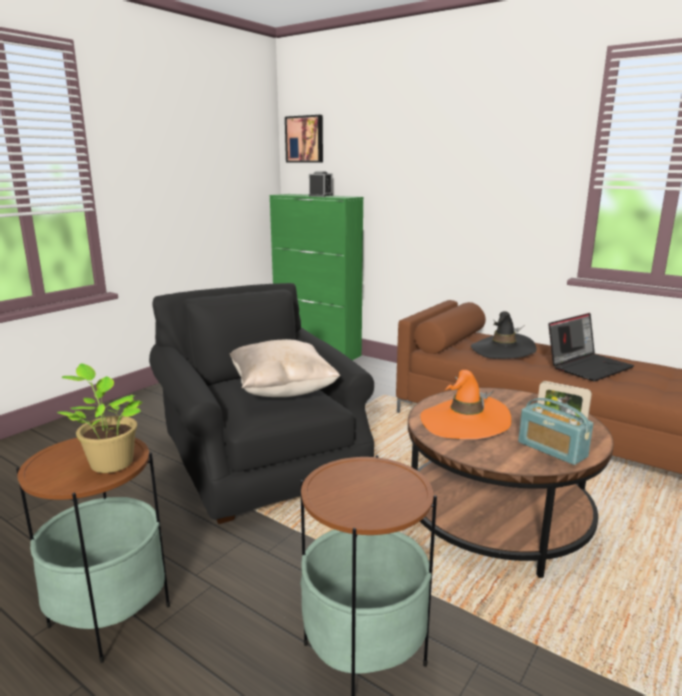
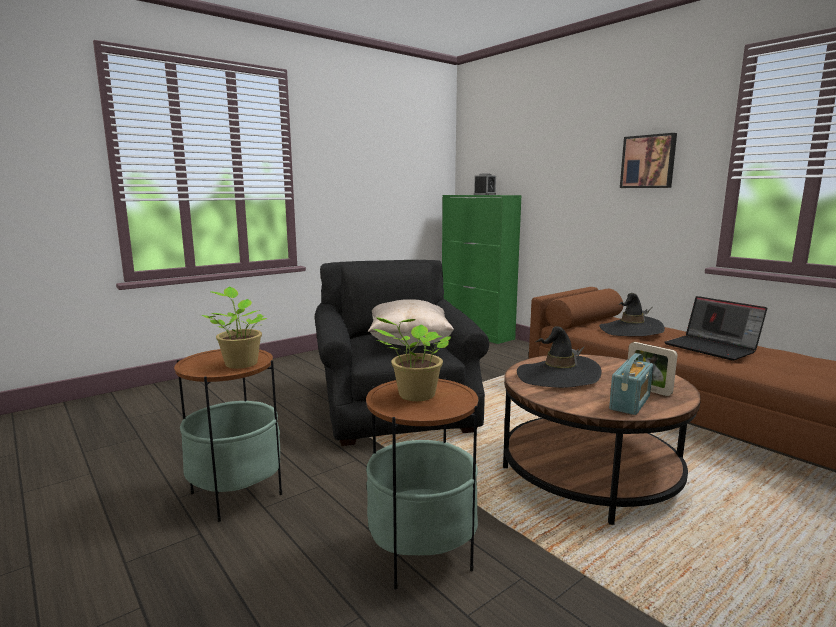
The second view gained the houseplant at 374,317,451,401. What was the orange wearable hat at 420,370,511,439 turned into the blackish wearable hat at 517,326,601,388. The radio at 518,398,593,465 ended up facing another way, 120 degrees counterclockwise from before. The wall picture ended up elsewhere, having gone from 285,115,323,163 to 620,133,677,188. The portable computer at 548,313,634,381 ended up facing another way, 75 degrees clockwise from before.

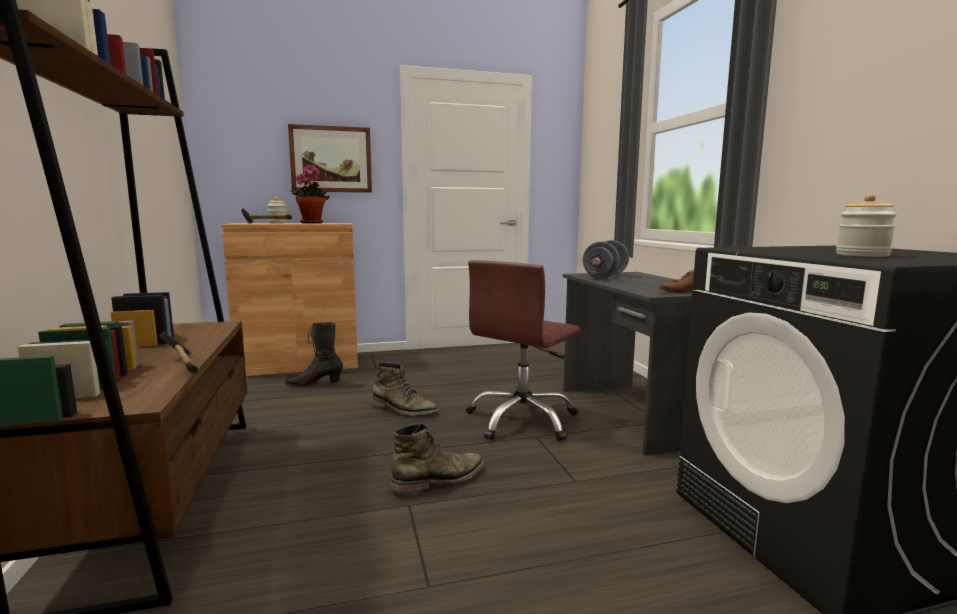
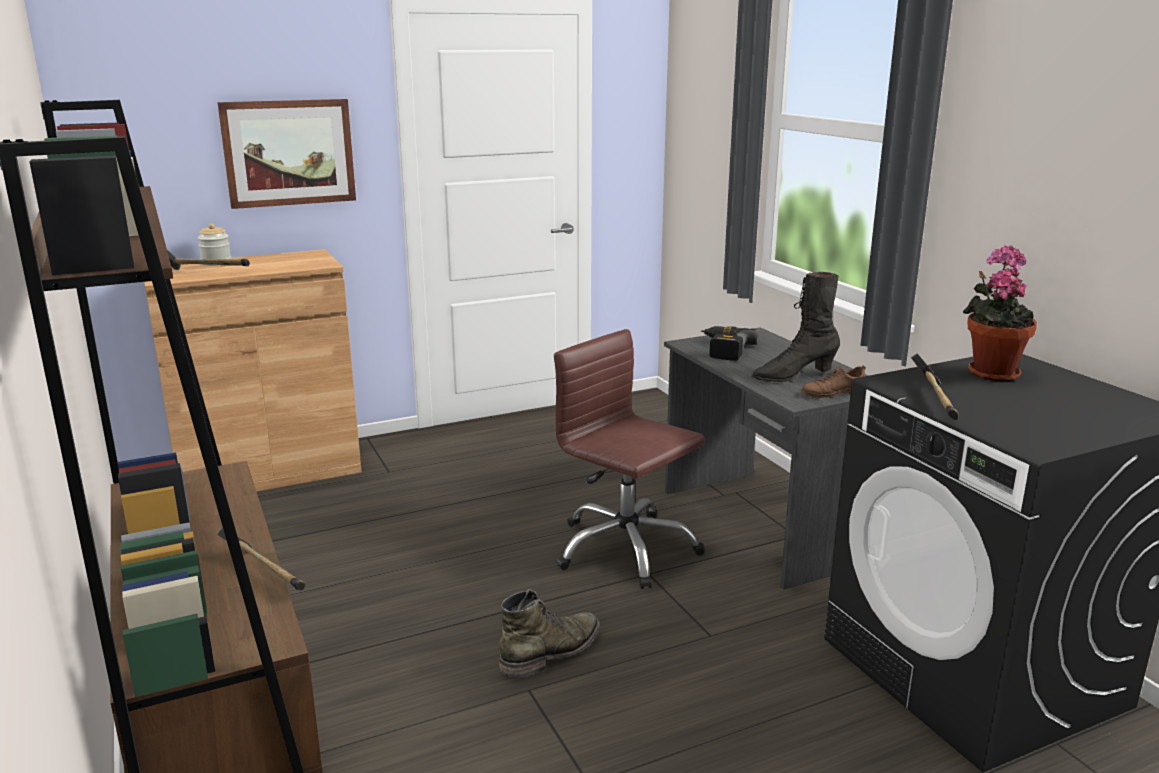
The brown computer chair at 466,260,580,441 ended up facing another way, 105 degrees clockwise from before. Where the greyish hand weight stood at 583,240,629,279, the power drill came to stand at 701,326,760,361. The blackish high-top boot ended up elsewhere, having gone from 285,322,343,387 to 751,272,840,382. The second view gained the hand hammer at 911,353,959,420. The houseplant ended up elsewhere, having gone from 291,164,330,223 to 963,245,1037,381. The second view lost the green-coloured high-top boot at 371,363,438,415. The second view lost the preserve jar at 836,193,897,257.

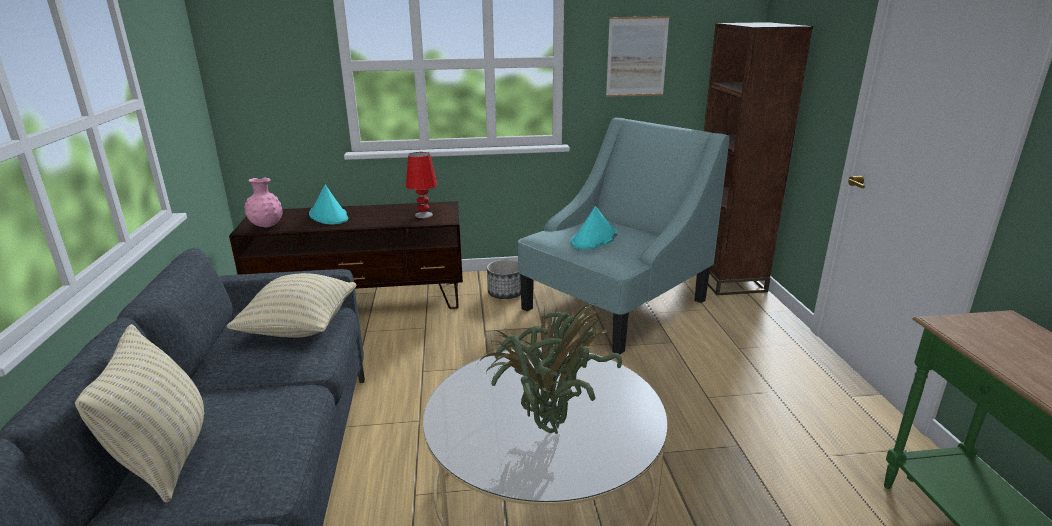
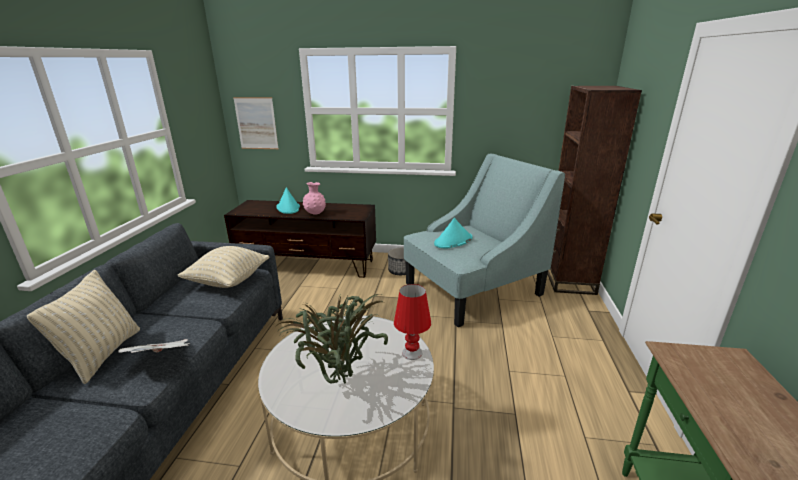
The second view gained the newspaper at 118,339,190,353. The wall picture ended up elsewhere, having gone from 606,16,670,97 to 233,97,279,149. The pink-coloured decorative vase ended up elsewhere, having gone from 244,177,283,227 to 303,182,326,215. The red-coloured table lamp ended up elsewhere, having gone from 406,152,437,218 to 394,284,431,360.

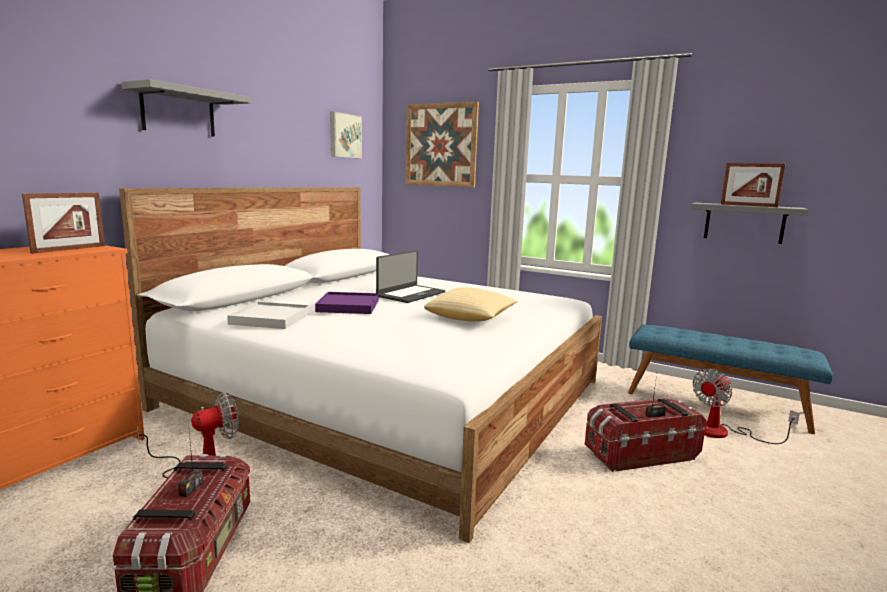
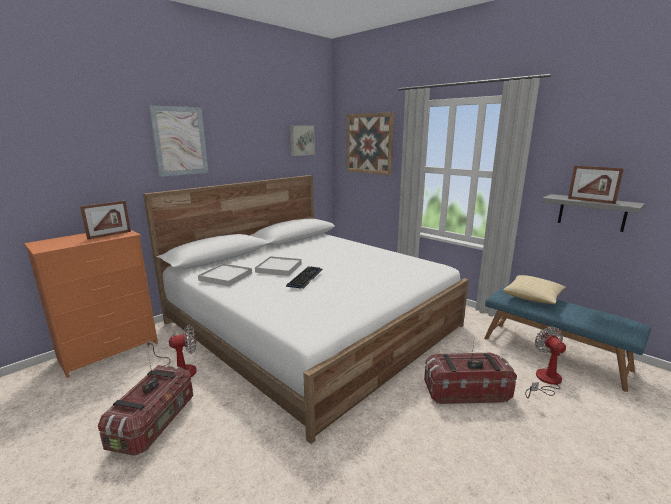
Where the greyish bracket shelf hung at 121,79,251,137, the wall picture came to hang at 149,105,209,177. What was the purplish serving tray at 315,292,379,314 turned into the white serving tray at 255,256,302,276. The second view gained the keyboard at 286,266,323,289. The pillow ended up elsewhere, having gone from 424,287,518,322 to 503,275,566,304. The cooling fan at 693,368,800,444 ended up facing another way, 105 degrees clockwise from before. The second view lost the portable computer at 376,250,445,303.

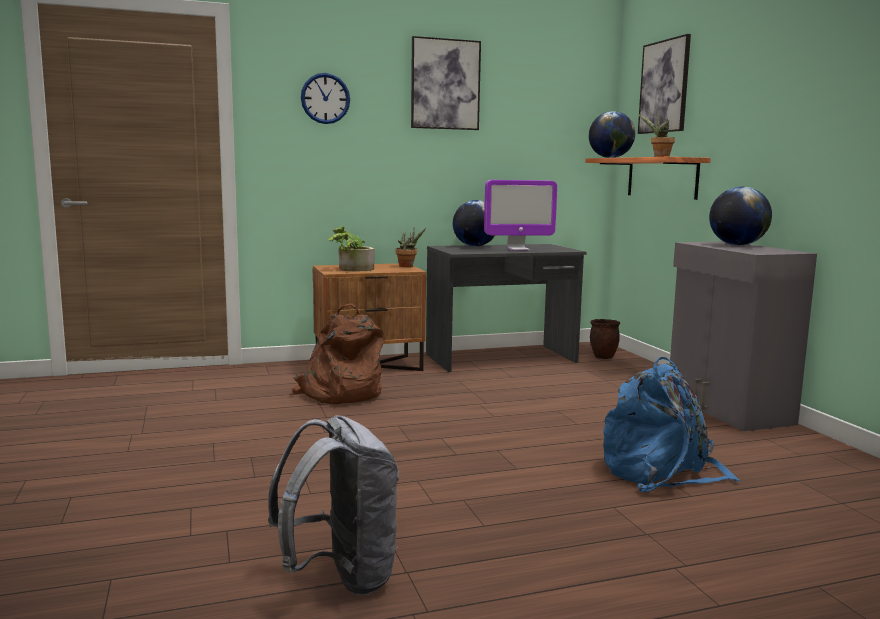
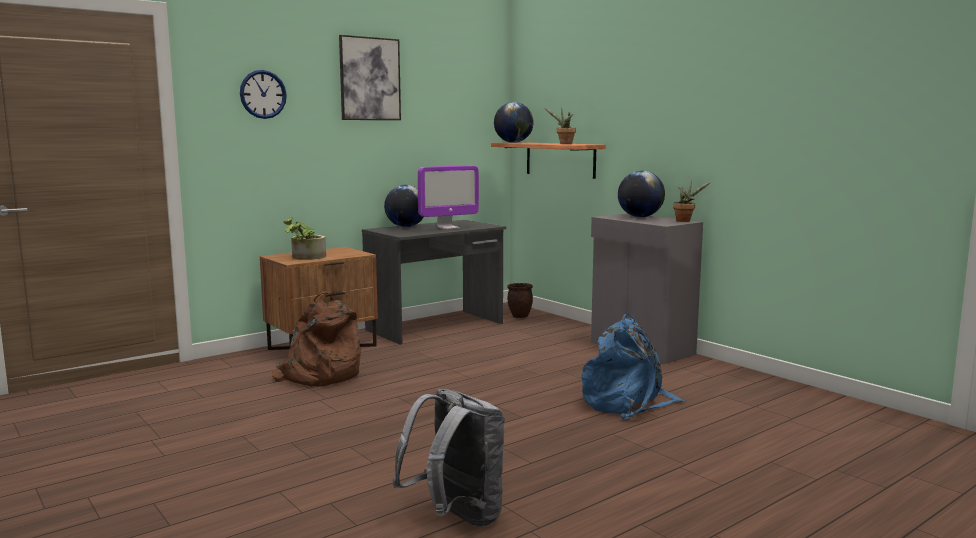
The houseplant ended up elsewhere, having gone from 396,226,426,267 to 673,180,711,222. The second view lost the wall picture at 638,34,691,134.

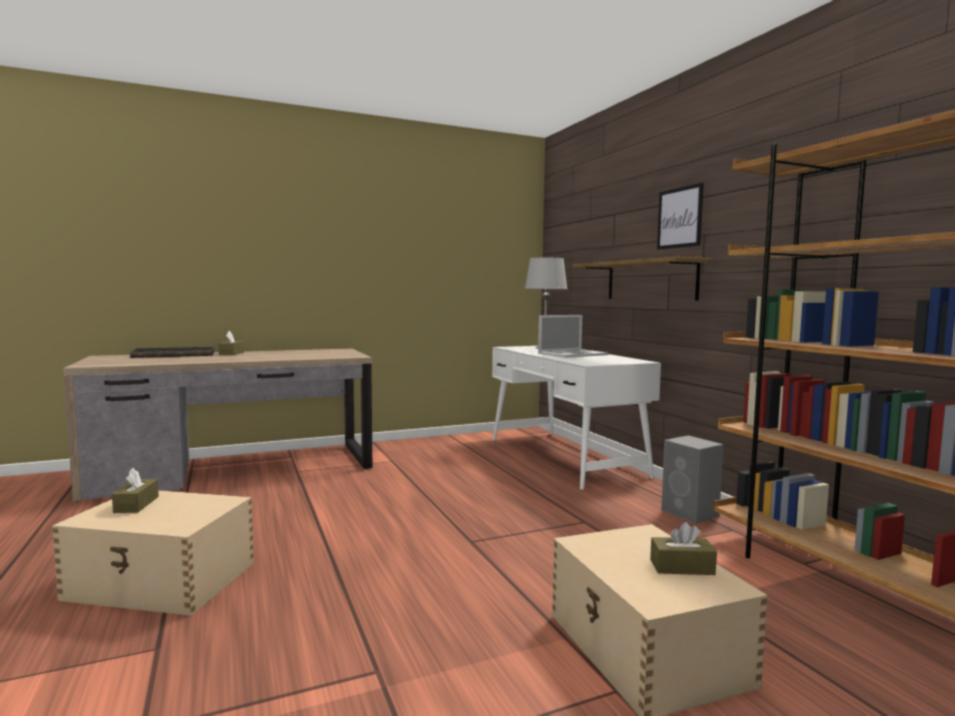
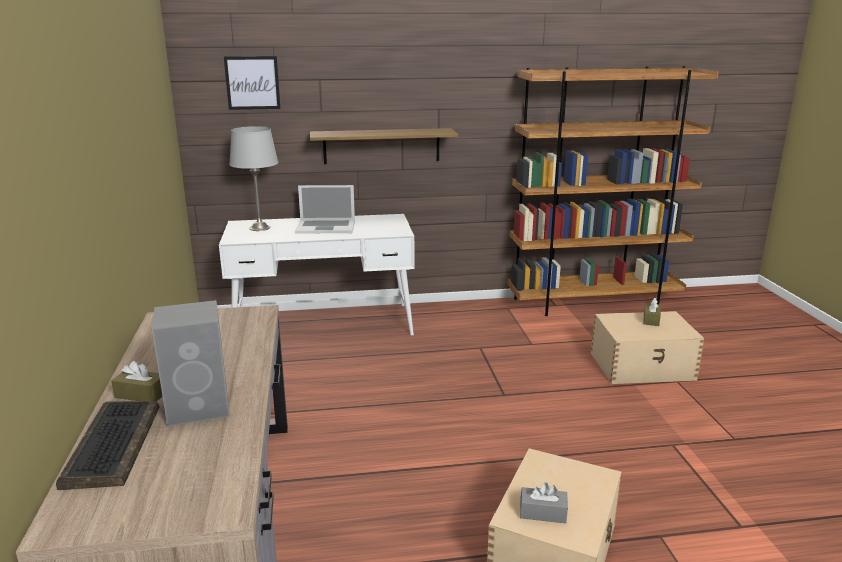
The greyish speaker ended up elsewhere, having gone from 661,436,724,524 to 152,300,230,426. The wall picture ended up elsewhere, having gone from 657,183,704,250 to 224,56,281,110. The portable computer at 538,315,608,358 ended up facing another way, 105 degrees clockwise from before. What was the brown box of tissues at 112,468,159,513 turned into the greyish box of tissues at 520,482,568,523.

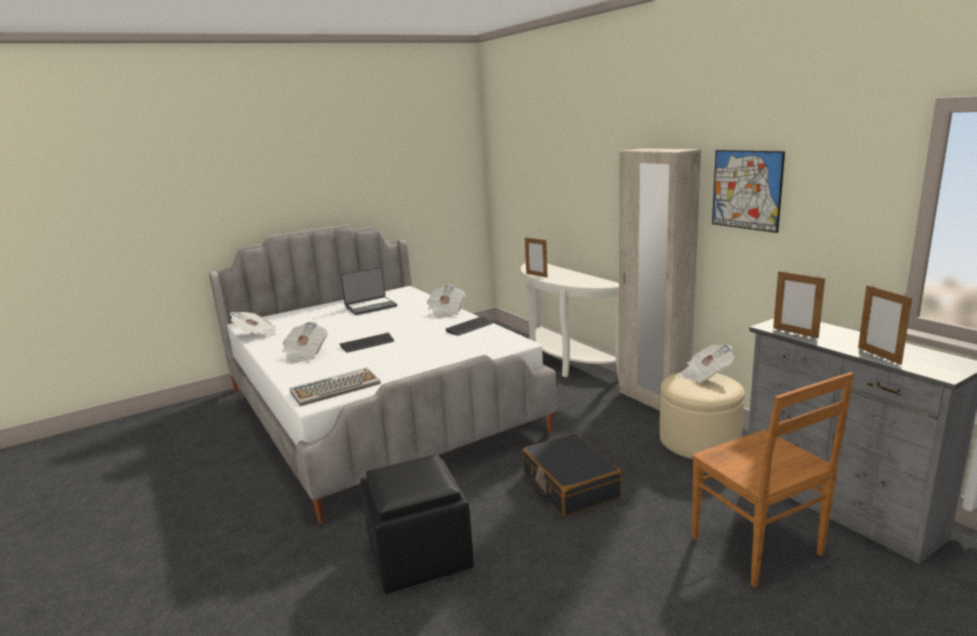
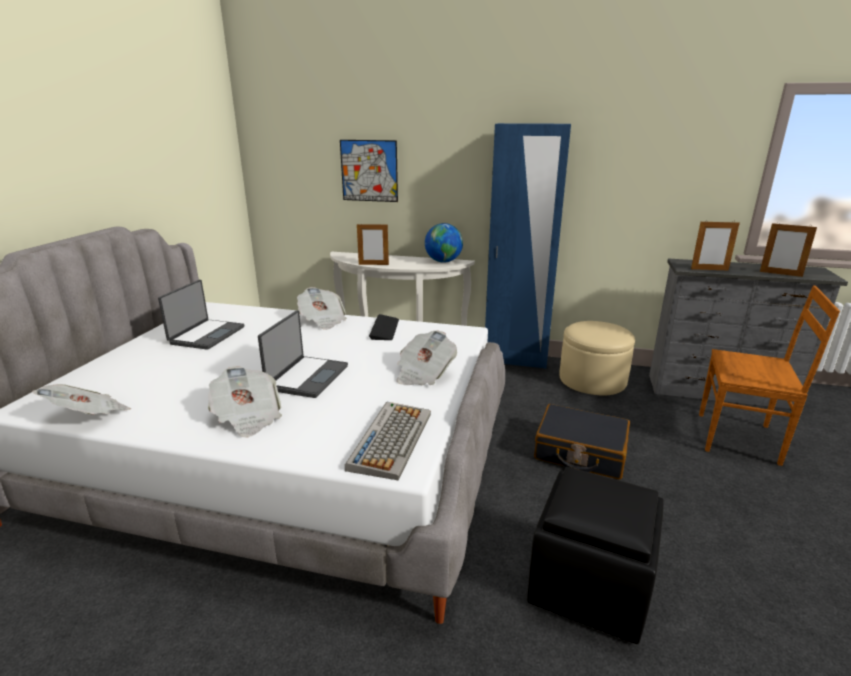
Where the keyboard stood at 340,333,394,353, the portable computer came to stand at 258,310,348,398. The wall picture ended up elsewhere, having gone from 712,150,785,233 to 340,140,398,202. The newspaper ended up elsewhere, having gone from 679,344,734,382 to 396,330,457,385. The second view gained the desk globe at 425,223,463,263. What was the beige clothes cupboard at 619,148,701,411 turned into the blue clothes cupboard at 485,123,571,369.

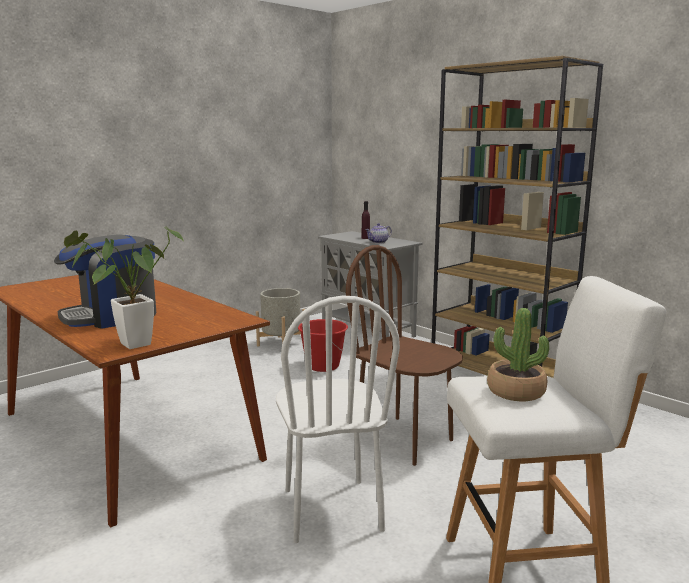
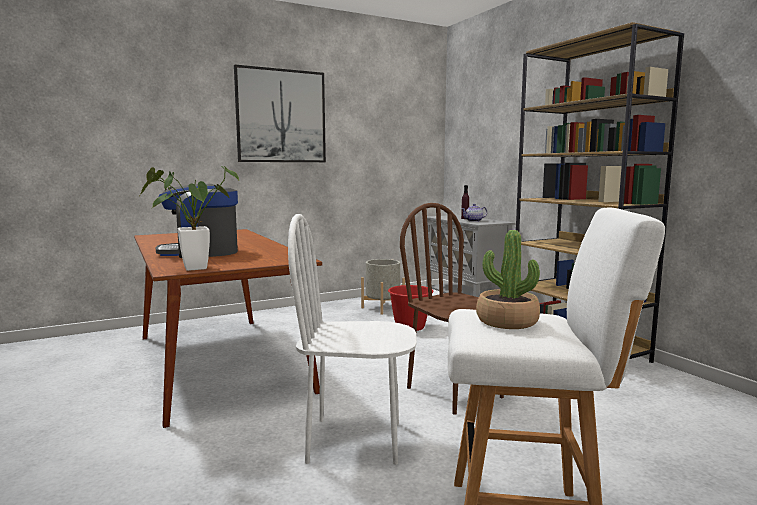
The second view gained the wall picture at 234,65,326,162. The white plain chair at 276,295,400,543 ended up facing another way, 90 degrees clockwise from before.

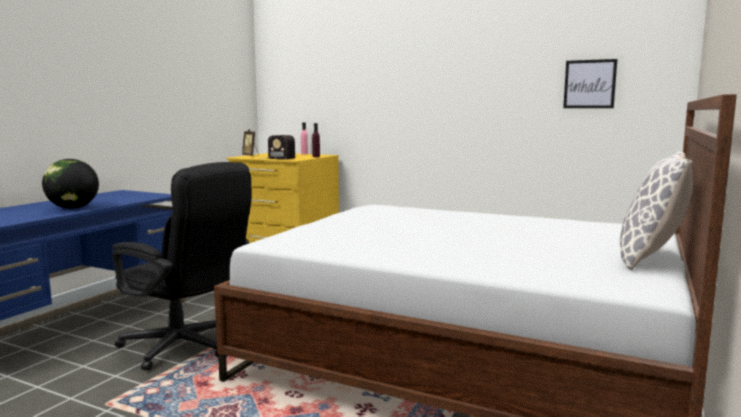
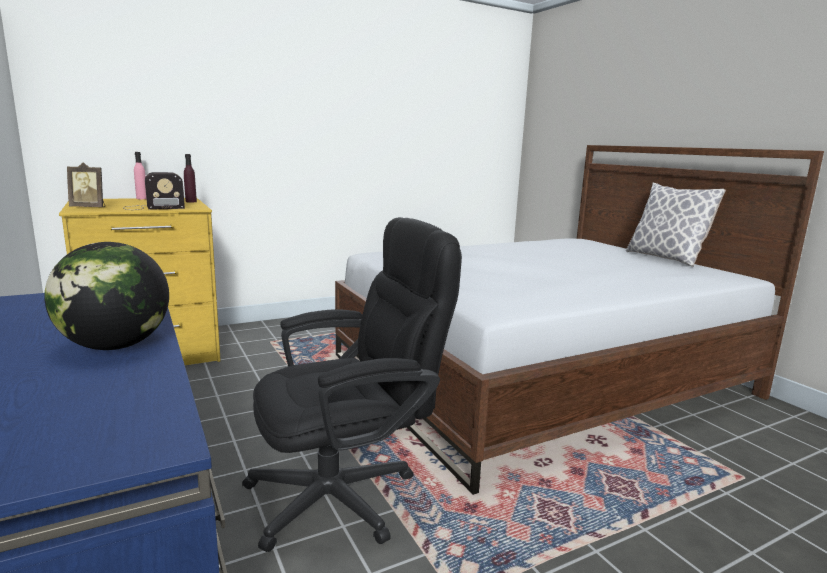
The second view lost the wall picture at 563,59,617,108.

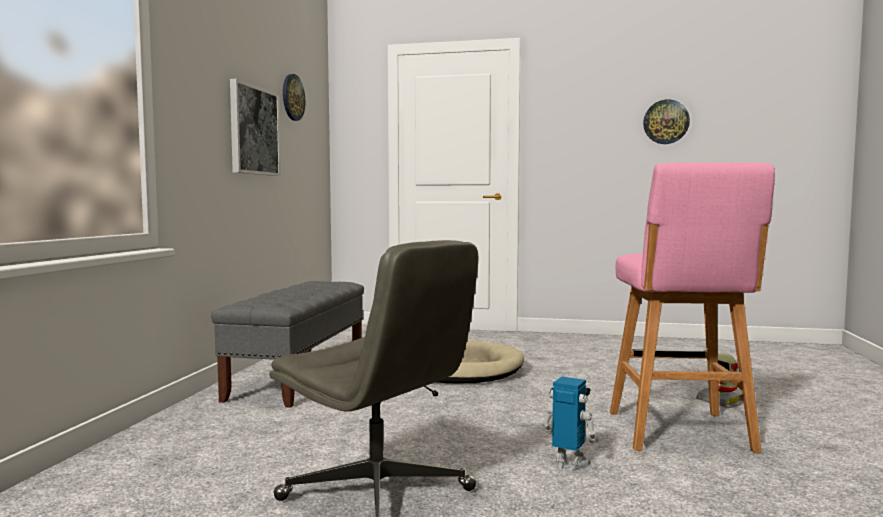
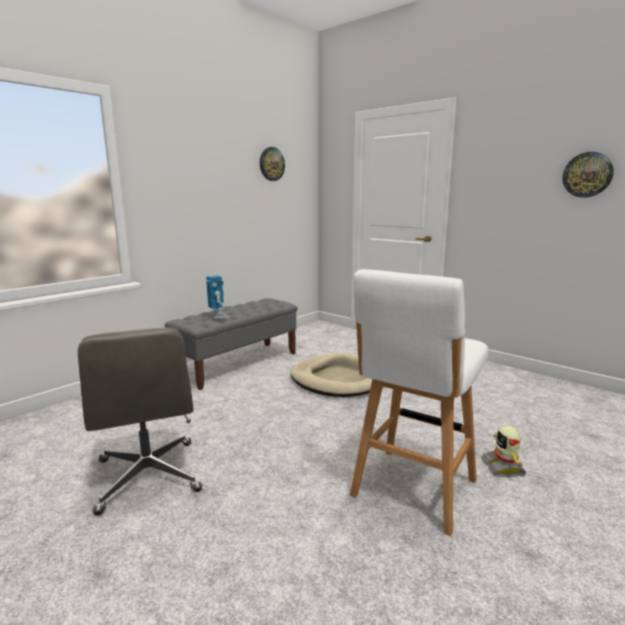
The toy robot ended up elsewhere, having gone from 542,376,599,471 to 206,275,229,319. What was the pink-coloured stool at 610,162,775,453 turned into the white stool at 350,269,488,536. The second view lost the wall picture at 230,79,281,176.

